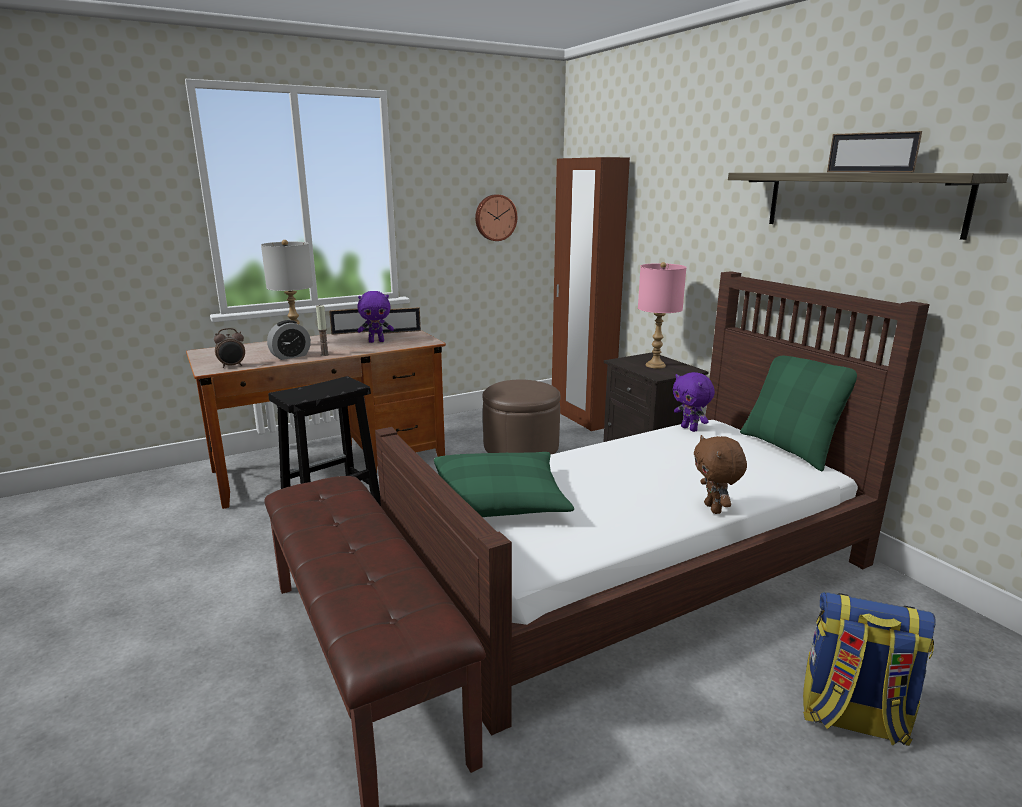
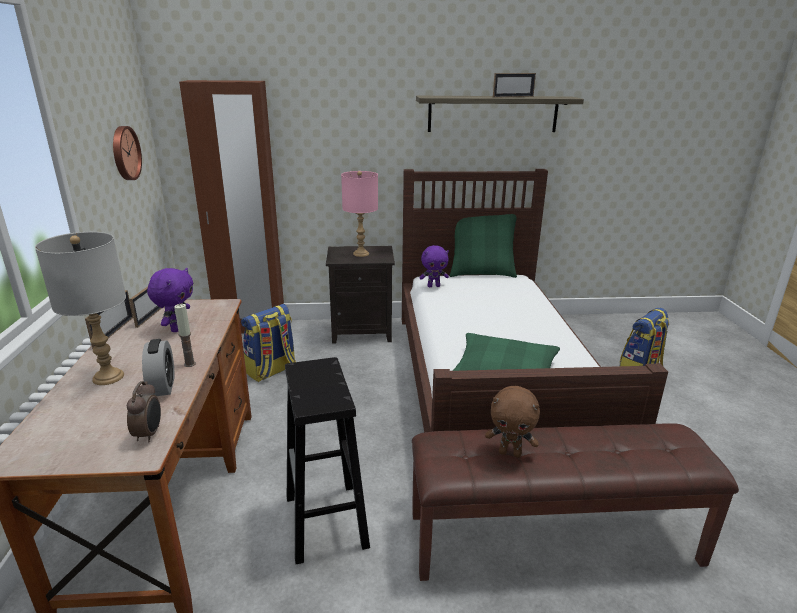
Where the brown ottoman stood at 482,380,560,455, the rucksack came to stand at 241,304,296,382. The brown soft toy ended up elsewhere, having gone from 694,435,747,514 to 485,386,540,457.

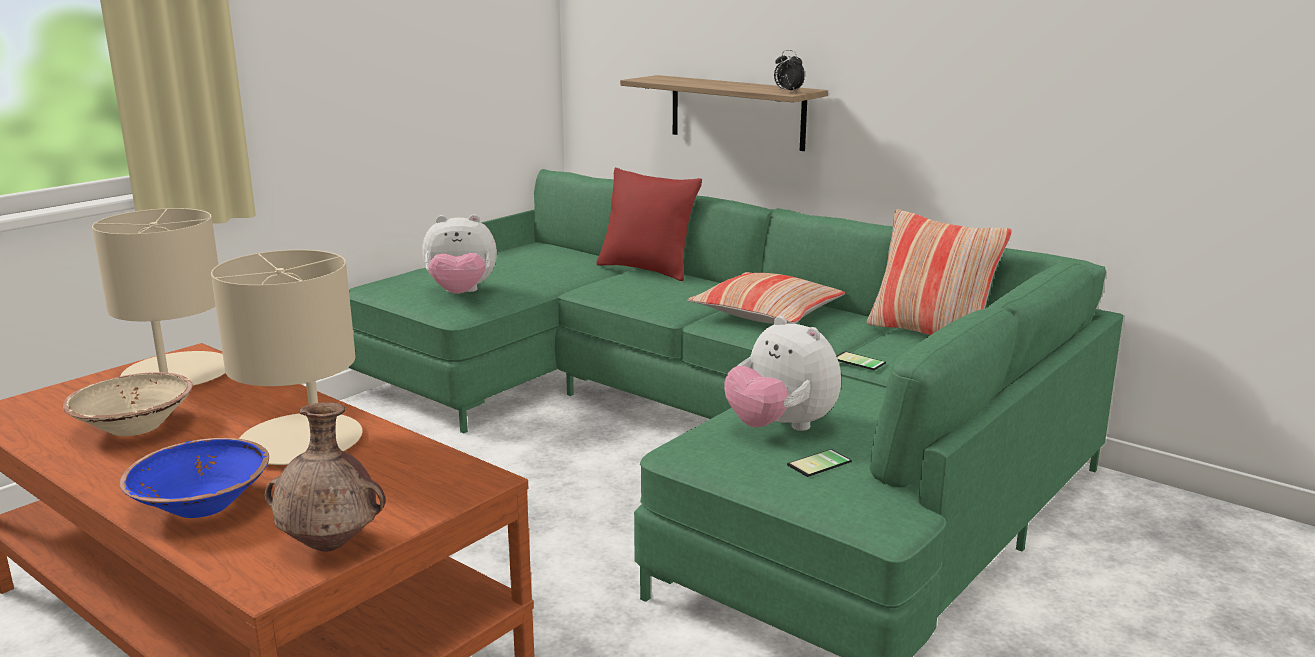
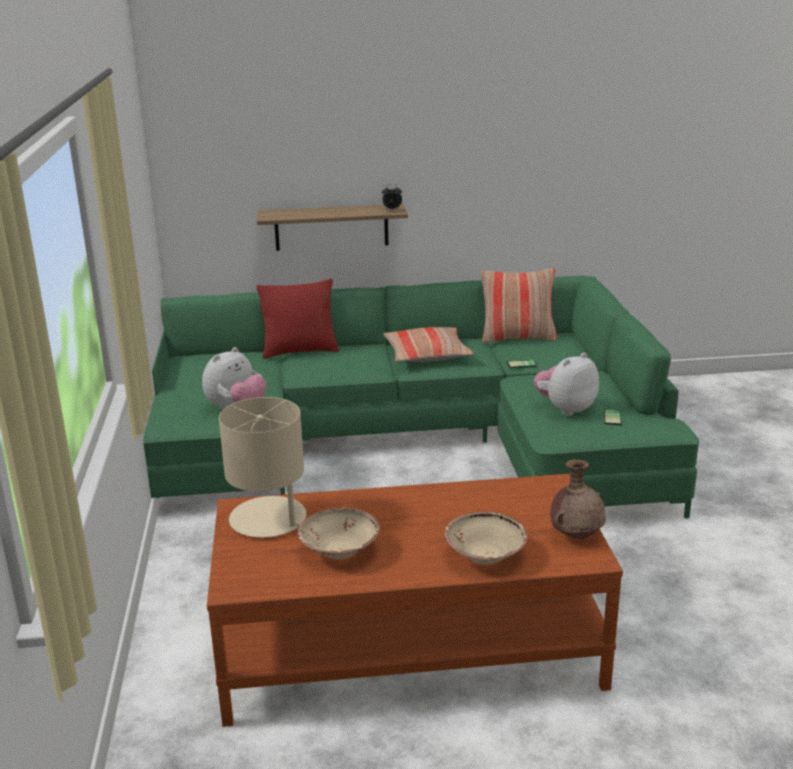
What was the blue bowl at 119,438,269,518 turned into the beige bowl at 444,512,528,565. The soft toy at 724,316,841,431 ended up facing another way, 135 degrees clockwise from before. The second view lost the beige table lamp at 211,250,363,465.

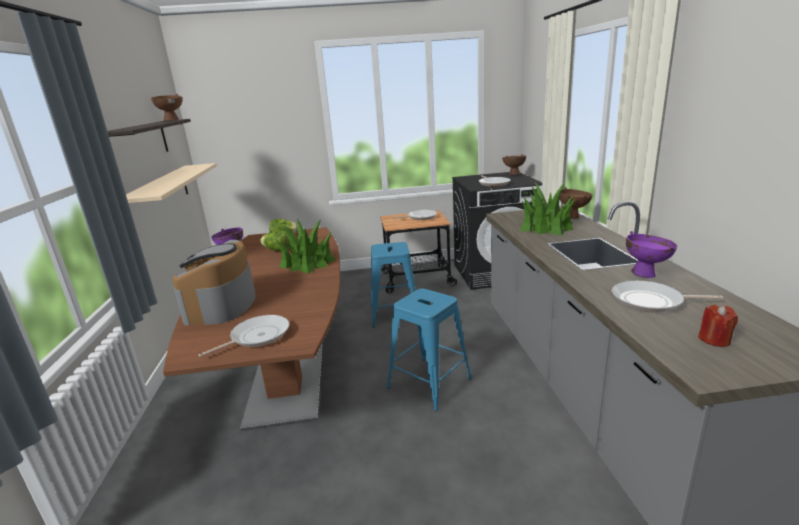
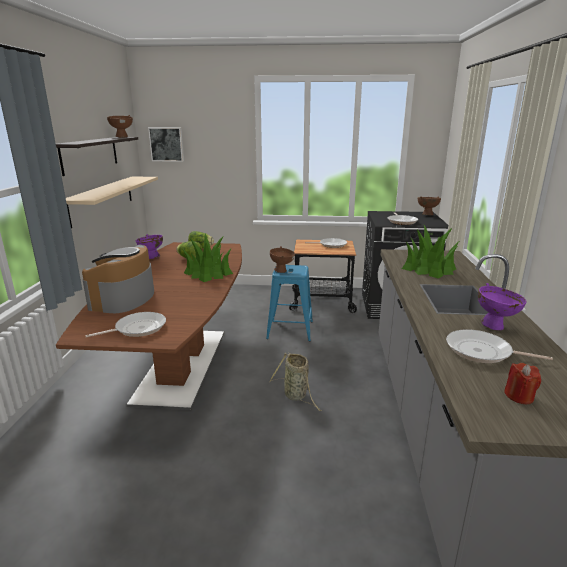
The second view gained the wall picture at 148,127,184,162. Where the blue stool stood at 387,289,471,411, the storage basket came to stand at 269,353,322,411. The brown bowl ended up elsewhere, having gone from 559,187,593,219 to 270,246,295,273.

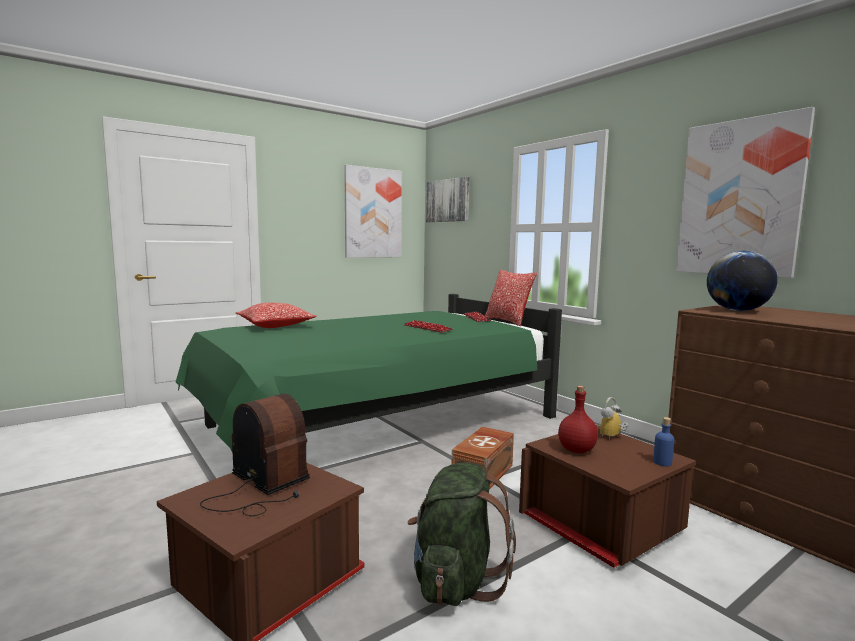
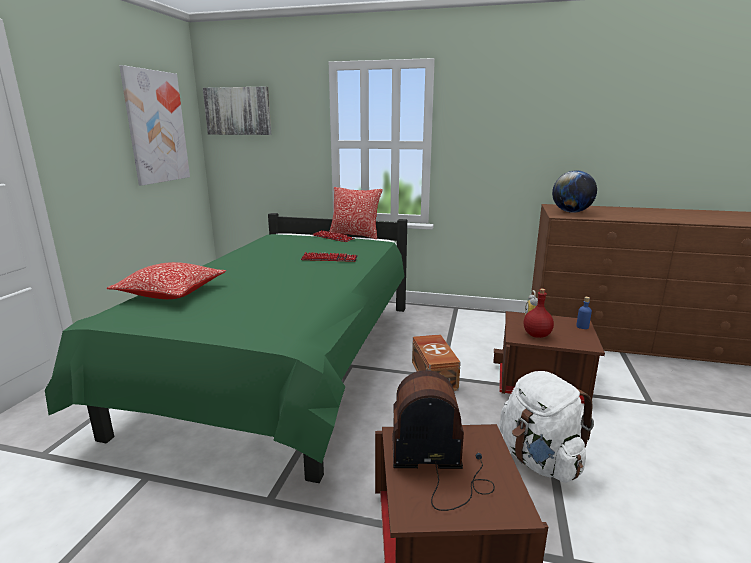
What was the green-coloured rucksack at 408,463,516,606 turned into the white rucksack at 499,371,594,483. The second view lost the wall picture at 676,107,815,278.

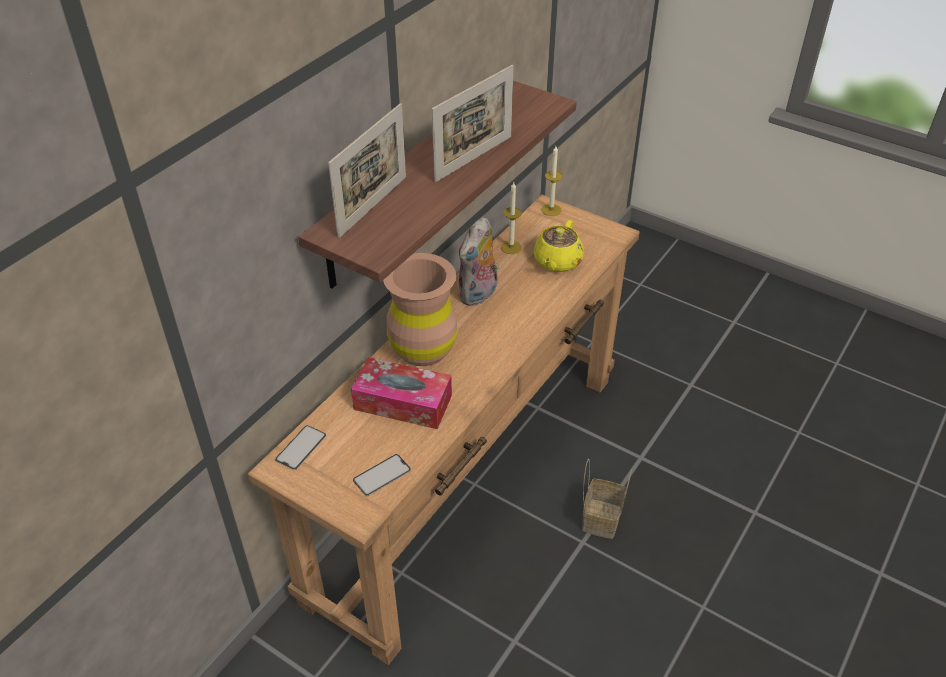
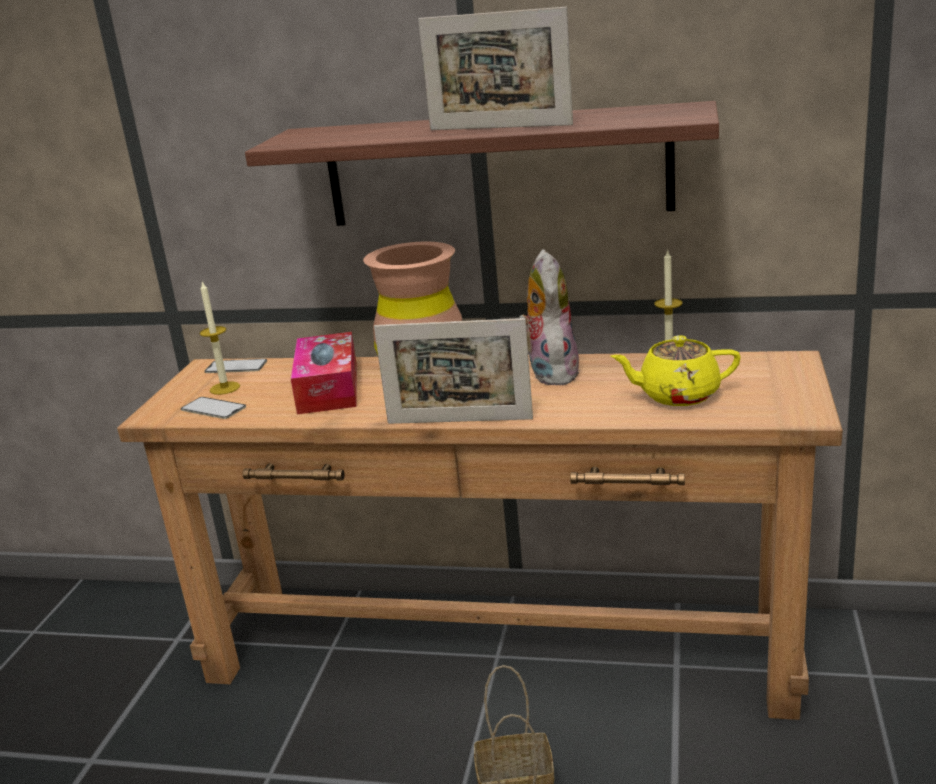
The wax candle ended up elsewhere, having gone from 541,146,563,216 to 200,281,240,395. The standing frame ended up elsewhere, having gone from 328,103,406,238 to 374,318,533,424. The soft toy at 458,217,499,306 ended up facing another way, 75 degrees clockwise from before.

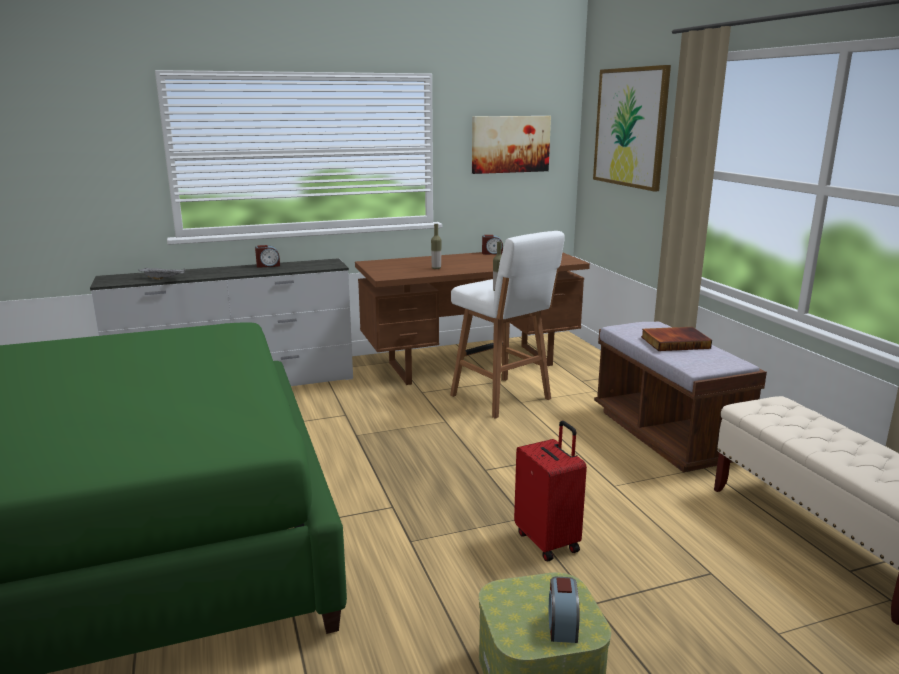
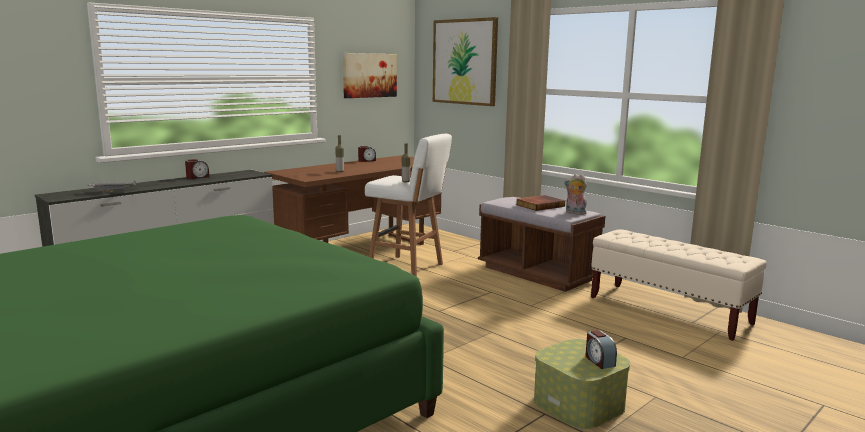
The second view gained the soft toy at 564,174,587,215. The second view lost the red-coloured suitcase at 514,421,587,561.

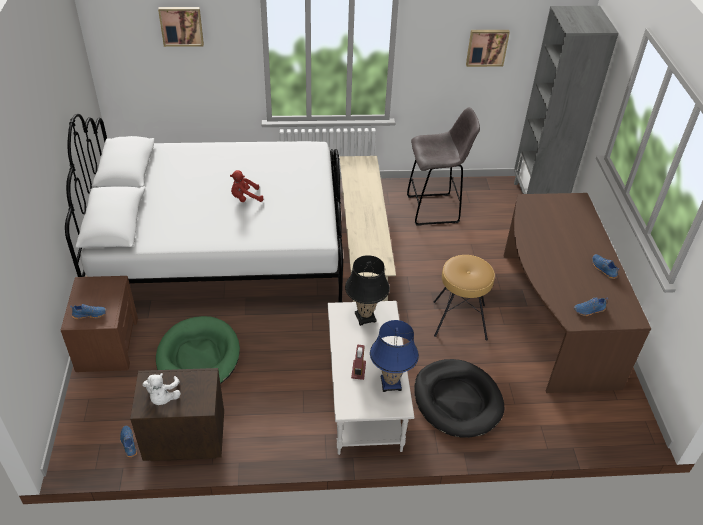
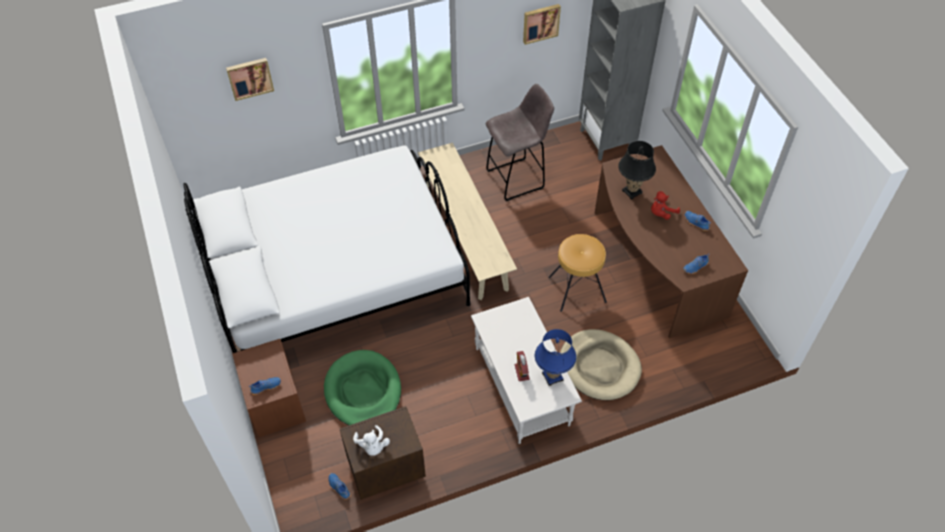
What was the blackish pet bed at 414,359,504,438 turned into the beige pet bed at 560,329,642,400. The blackish table lamp ended up elsewhere, having gone from 345,255,390,326 to 618,141,656,200. The red-coloured soft toy ended up elsewhere, having gone from 230,170,264,202 to 651,191,680,220.

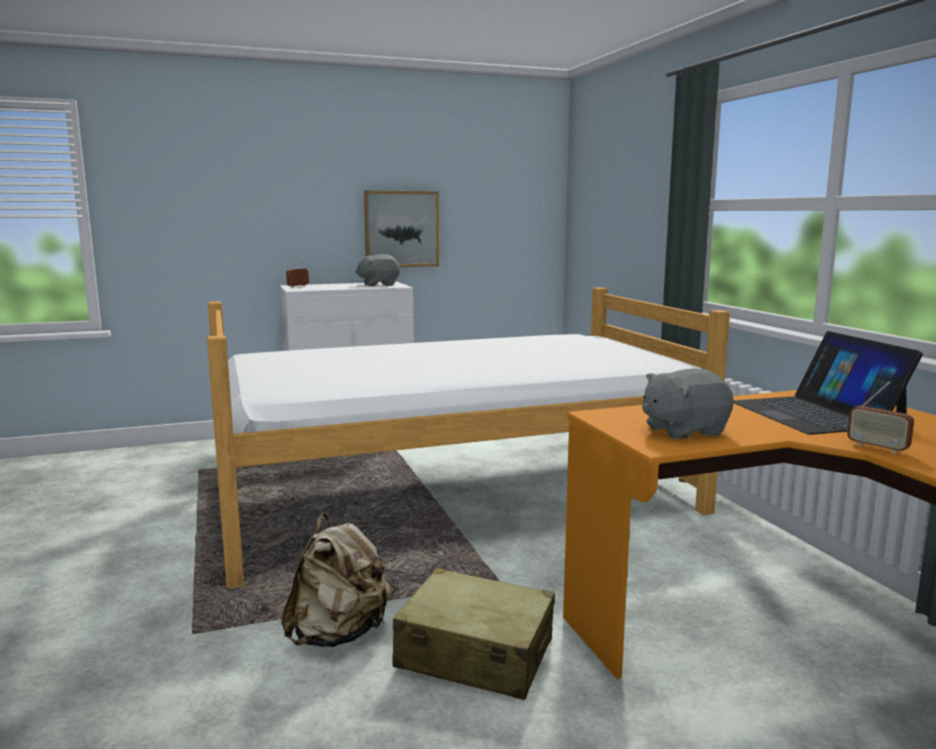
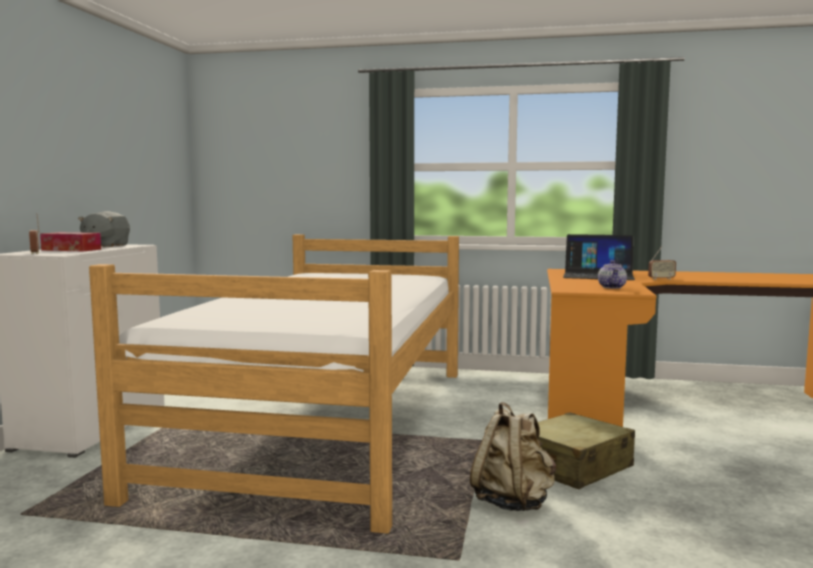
The second view gained the box of tissues at 40,232,101,251. Where the greyish soft toy stood at 642,369,734,440, the tea pot came to stand at 598,260,627,288. The second view lost the wall picture at 364,191,439,267.

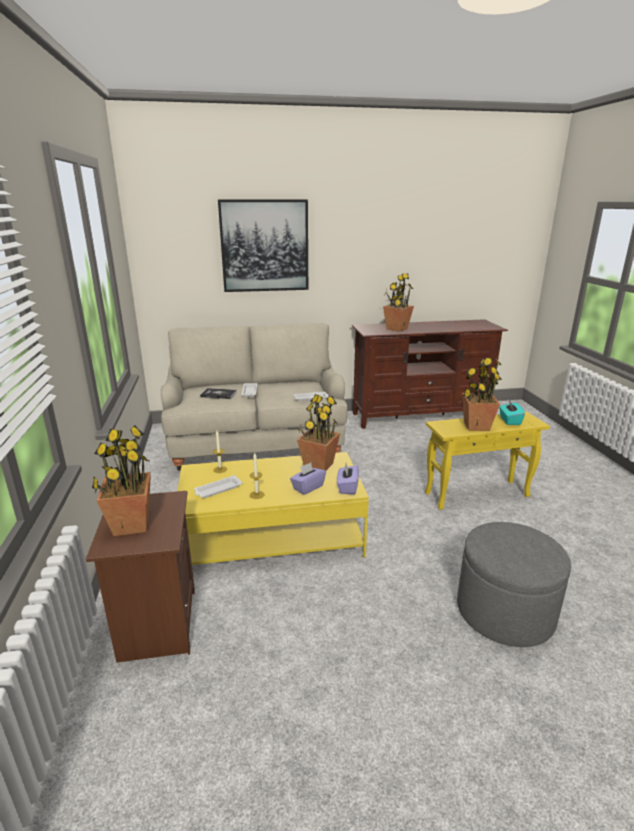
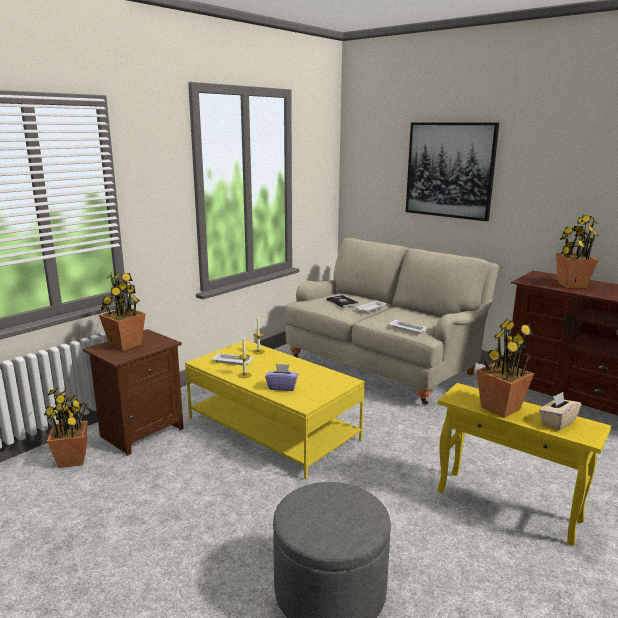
The houseplant ended up elsewhere, having gone from 297,394,340,470 to 44,387,90,468. What was the turquoise-coloured box of tissues at 499,400,525,425 turned into the beige box of tissues at 539,392,581,430. The second view lost the purplish box of tissues at 337,464,359,494.

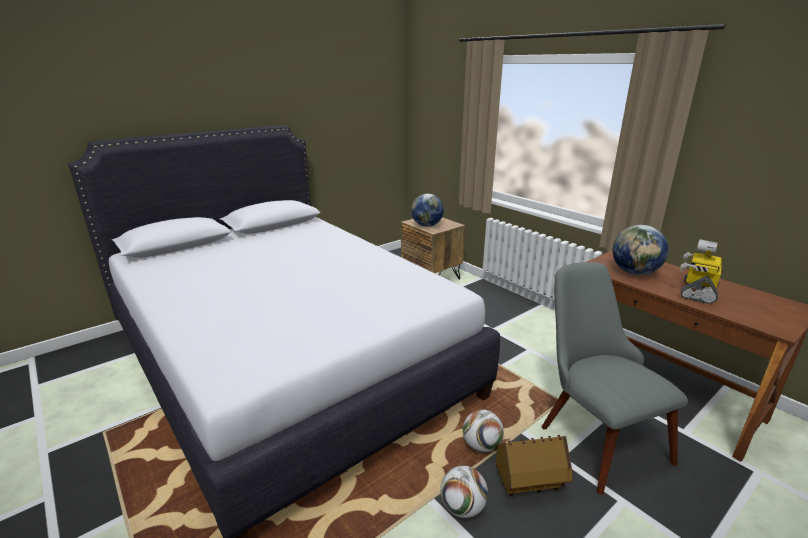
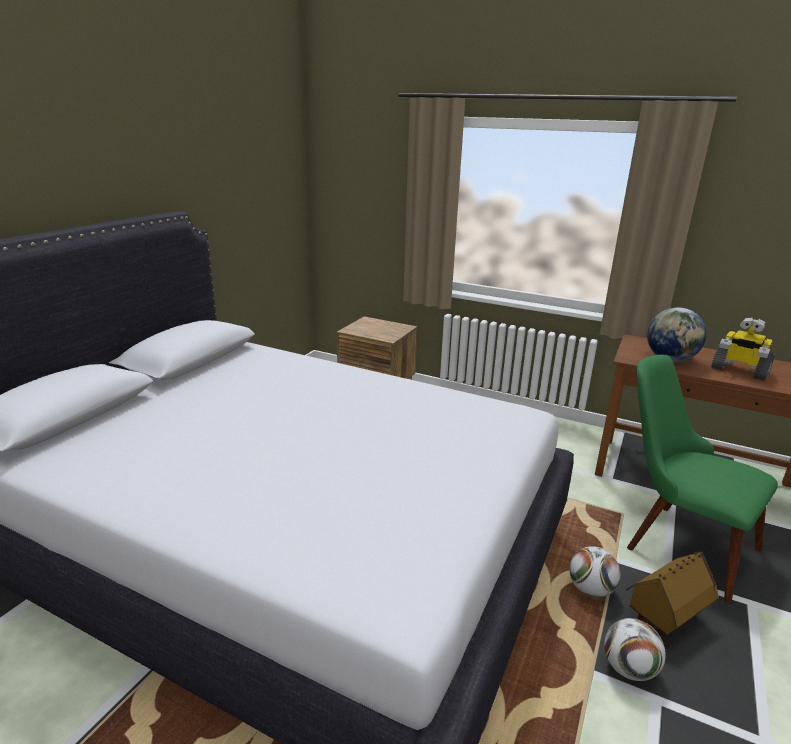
What was the greyish plain chair at 542,262,688,495 turned into the green-coloured plain chair at 627,355,778,604. The toy robot at 680,239,722,304 ended up facing another way, 60 degrees counterclockwise from before. The second view lost the desk globe at 411,194,444,227.

